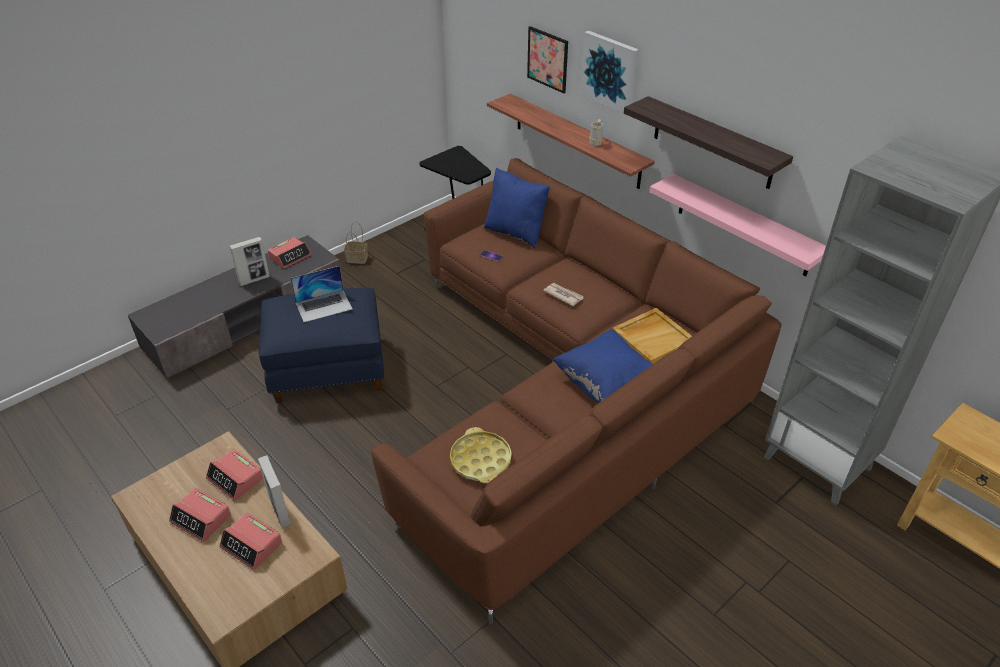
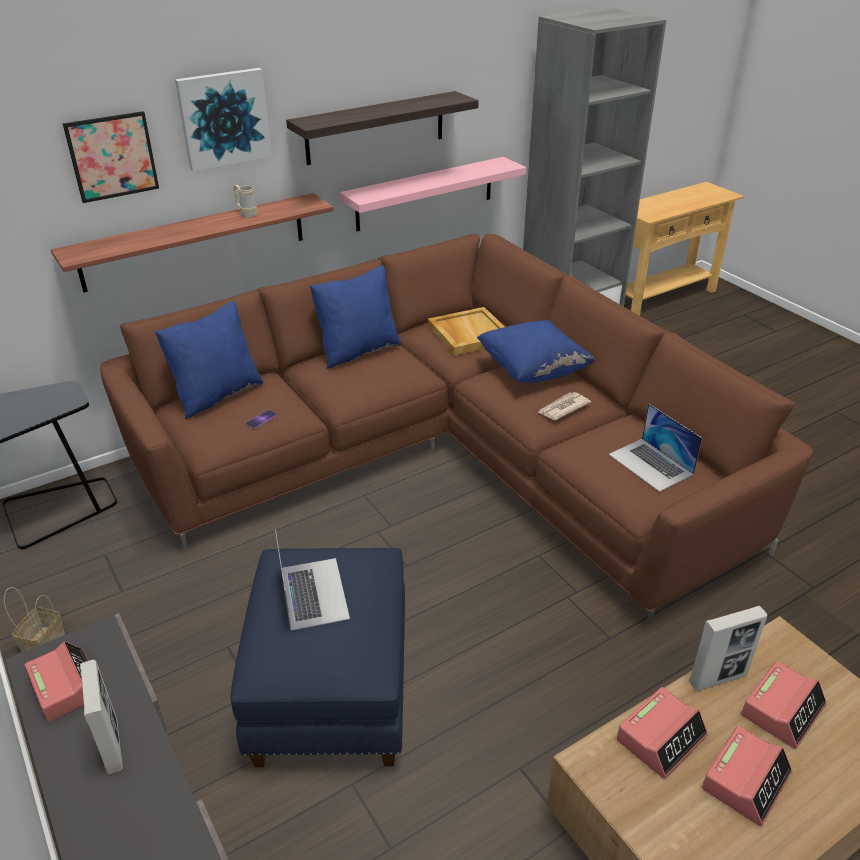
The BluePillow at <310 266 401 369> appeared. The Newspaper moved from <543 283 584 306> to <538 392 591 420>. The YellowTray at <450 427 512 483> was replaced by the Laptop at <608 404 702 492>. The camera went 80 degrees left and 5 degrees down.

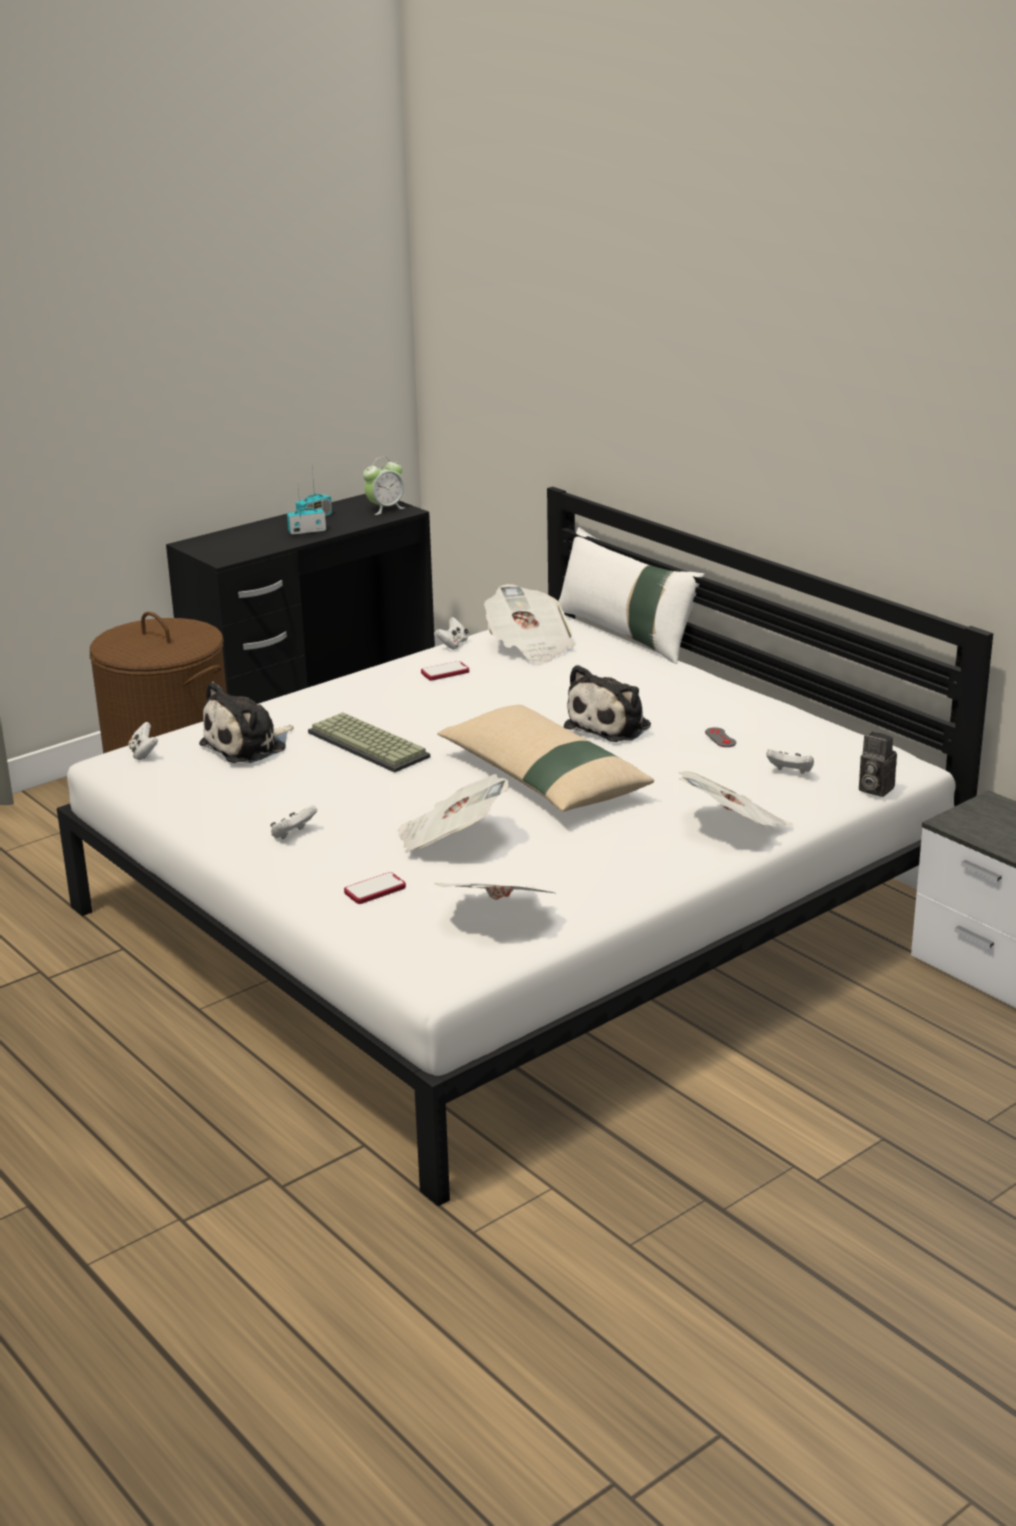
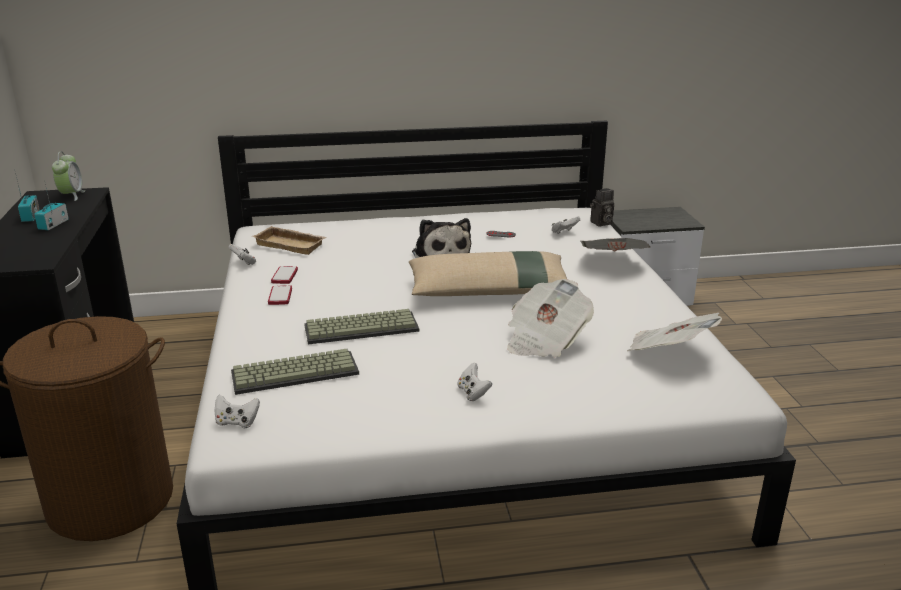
The PlushToy at <199 681 294 763> was replaced by the Keyboard at <231 349 359 395>. The Newspaper at <484 584 575 665> was replaced by the BeigeTray at <252 226 326 255>. The Phone moved from <344 872 406 904> to <268 285 292 305>. The WhitePillow at <558 527 705 664> disappeared. The camera went 60 degrees left and 0 degrees up.

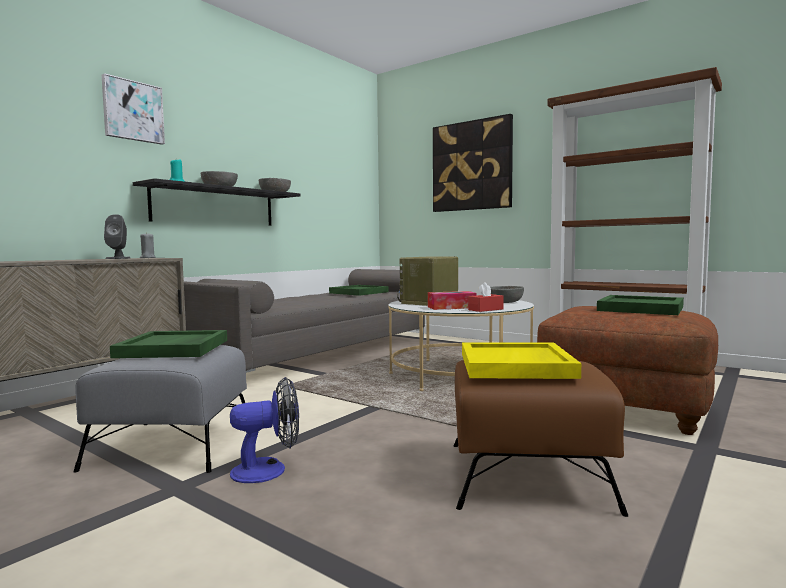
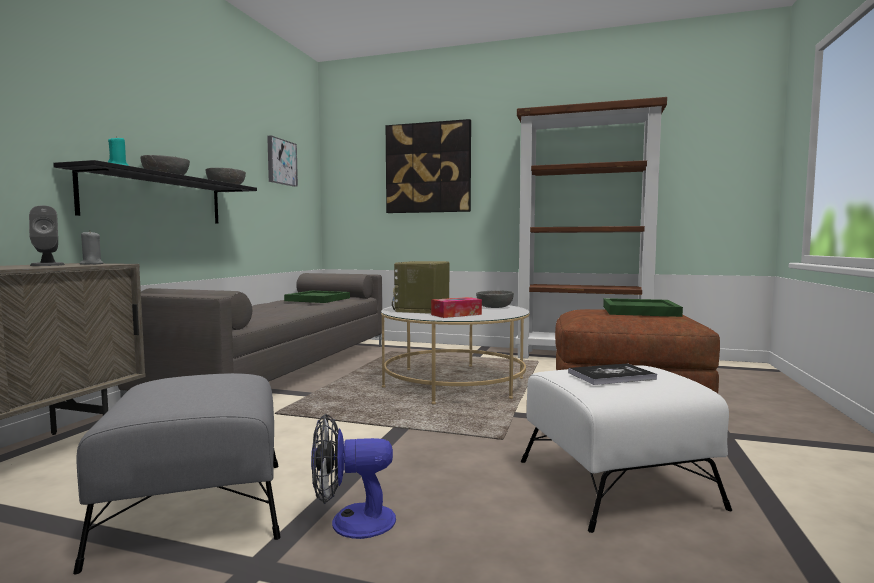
The Picture moved from <102 73 165 145> to <267 135 298 187>. The Fan at <230 377 299 483> turned 150 degrees counterclockwise. The BrownOttoman at <454 360 628 517> became the WhiteOttoman at <521 365 732 533>. The YellowTray at <462 342 581 379> was replaced by the Book at <568 363 657 385>. The GreenTray at <110 330 227 358> disappeared. The RedTissueBox at <468 282 504 312> disappeared. The camera went 20 degrees left and 0 degrees up.

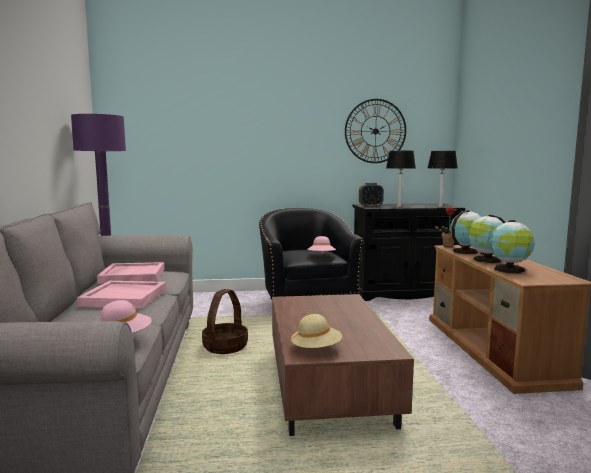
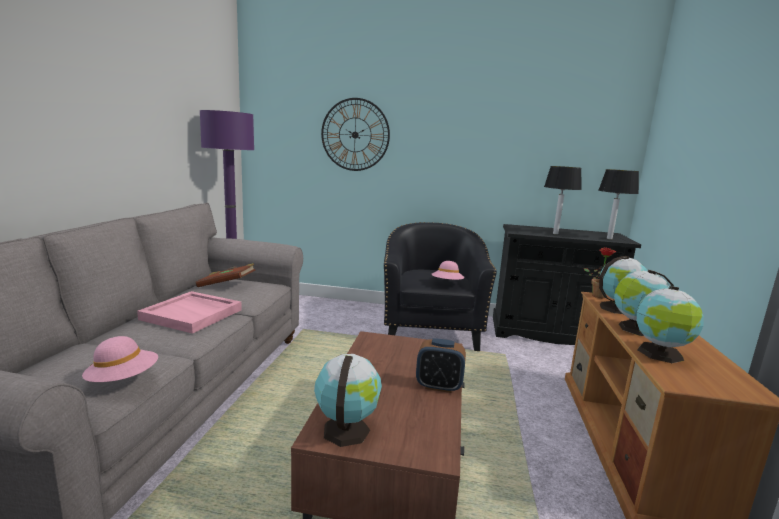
The PinkTray at <97 262 165 284> was replaced by the BrownBook at <196 263 256 287>. The BeigeHat at <290 314 342 350> was replaced by the Globe at <314 354 382 447>. The WallClock moved from <345 99 406 163> to <321 98 390 171>. The AlarmClock moved from <359 183 384 208> to <416 339 466 393>. The Basket at <202 289 248 354> disappeared. The camera went 15 degrees right and 5 degrees up.

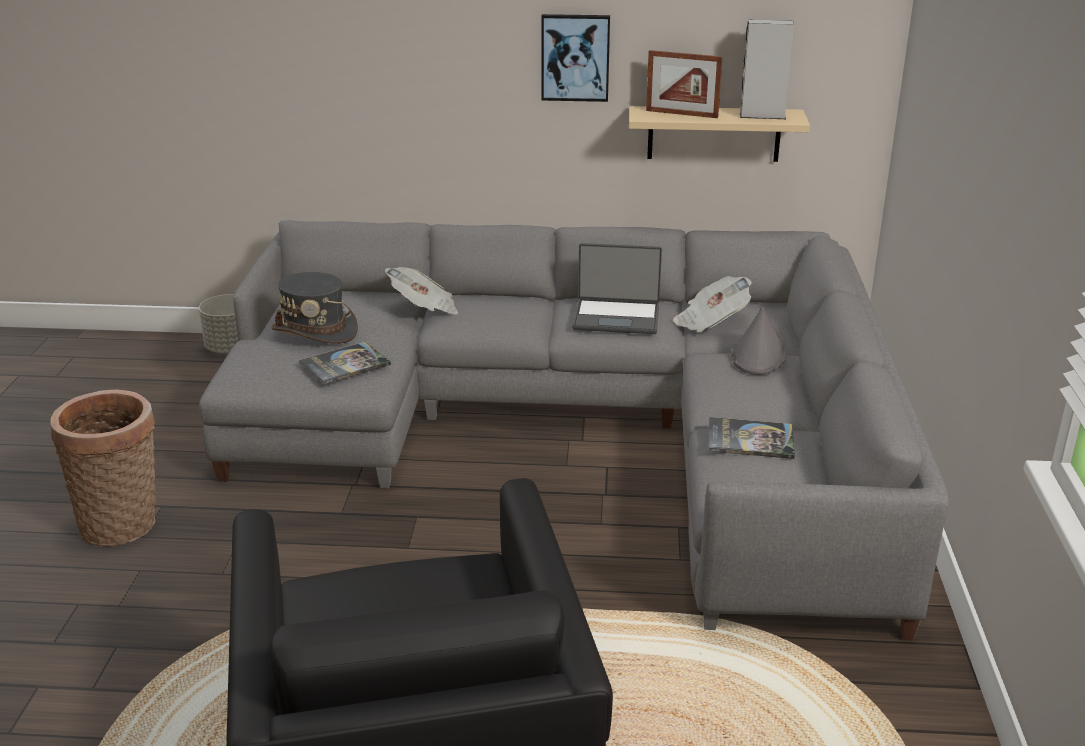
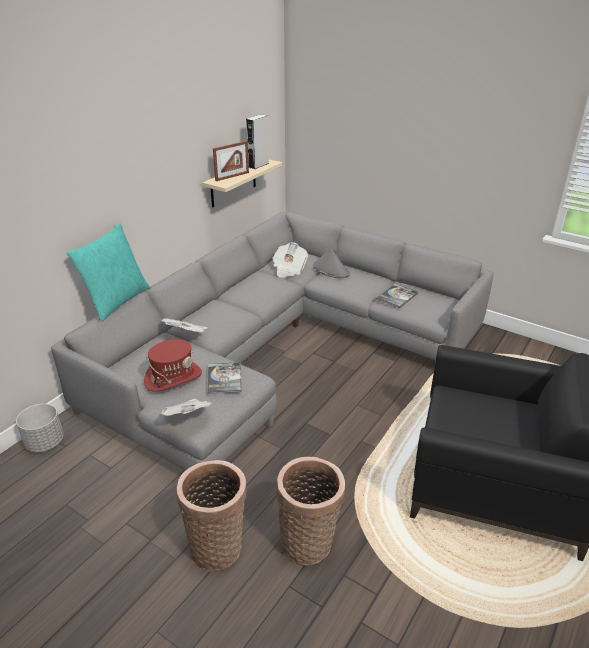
The TurquoisePillow at <67 223 150 322> appeared. The GreyHat at <271 272 358 344> became the RedHat at <144 339 202 392>. The Newspaper at <161 399 211 416> appeared. The Basket at <276 457 345 566> appeared. The Picture at <542 14 610 102> disappeared. The Laptop at <572 243 662 334> disappeared. The camera went 60 degrees left and 5 degrees up.

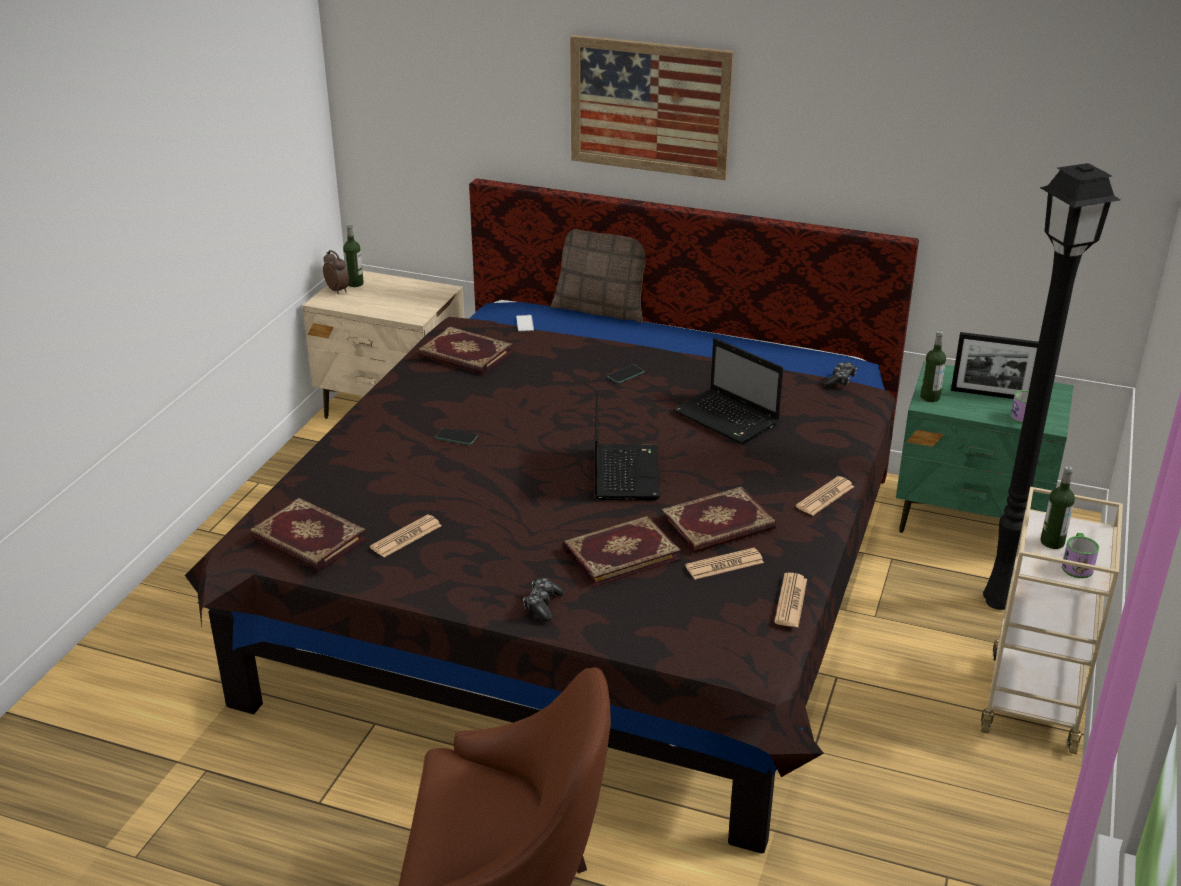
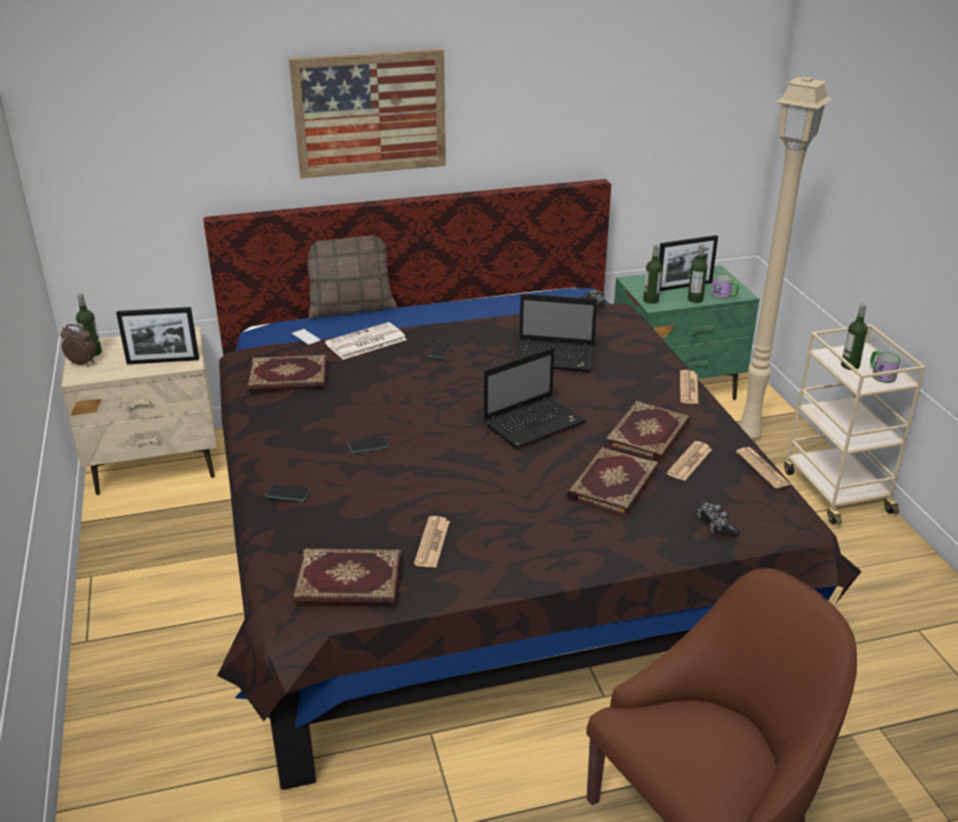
The PictureFrame at <116 307 199 364> appeared. The Phone at <265 484 310 501> appeared. The Newspaper at <325 322 407 360> appeared. The Laptop at <595 391 660 500> turned 90 degrees clockwise. The Bottle at <688 244 707 303> appeared. The GameController moved from <523 578 564 621> to <698 502 739 537>. The BlackFloorLamp at <983 163 1120 610> became the BeigeFloorLamp at <739 77 832 441>. The camera went 35 degrees left and 0 degrees up.

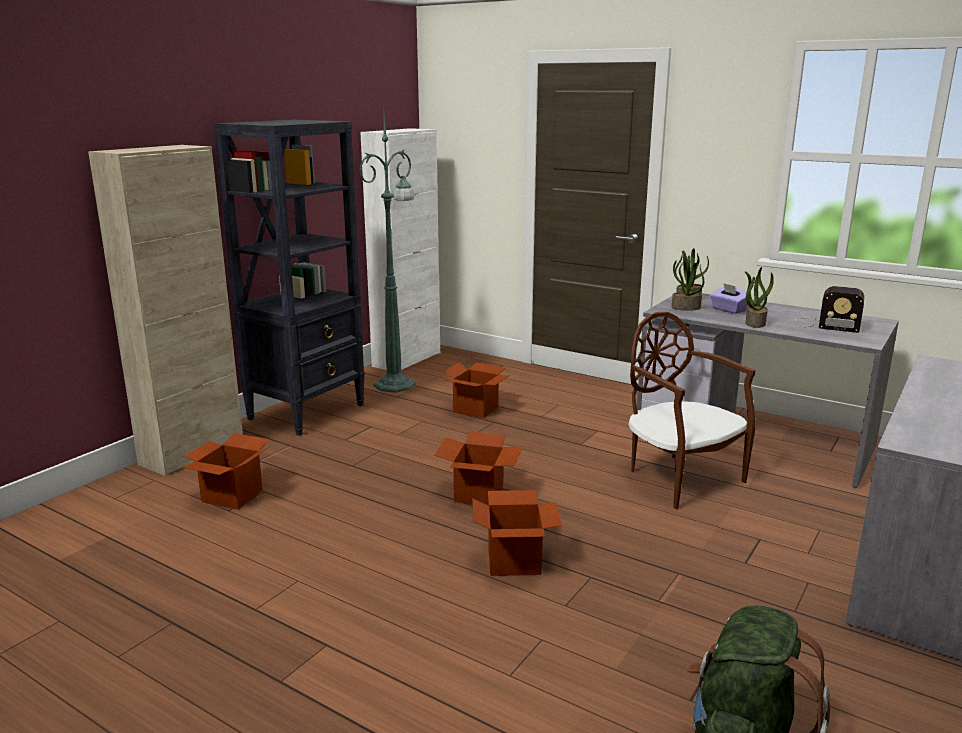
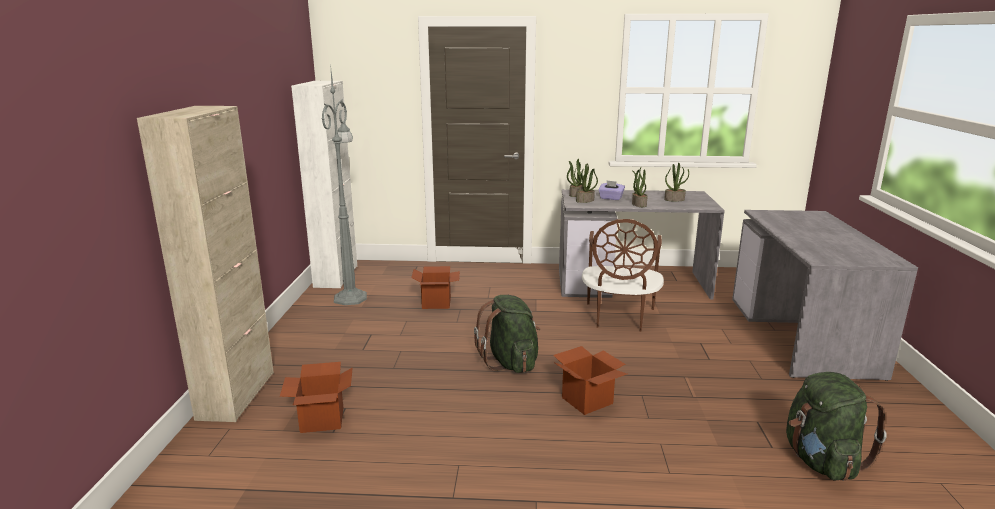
The GreenFloorLamp at <359 115 415 393> became the GreyFloorLamp at <322 63 367 305>. The CardboardBox at <434 431 523 506> was replaced by the GreenBackpack at <474 295 540 373>. The BrownChair at <629 312 756 509> turned 105 degrees counterclockwise. The Radio at <794 286 864 333> was replaced by the PottedPlant at <664 163 689 202>. The BlackBookcase at <213 120 365 436> disappeared. The camera went 30 degrees left and 0 degrees up.

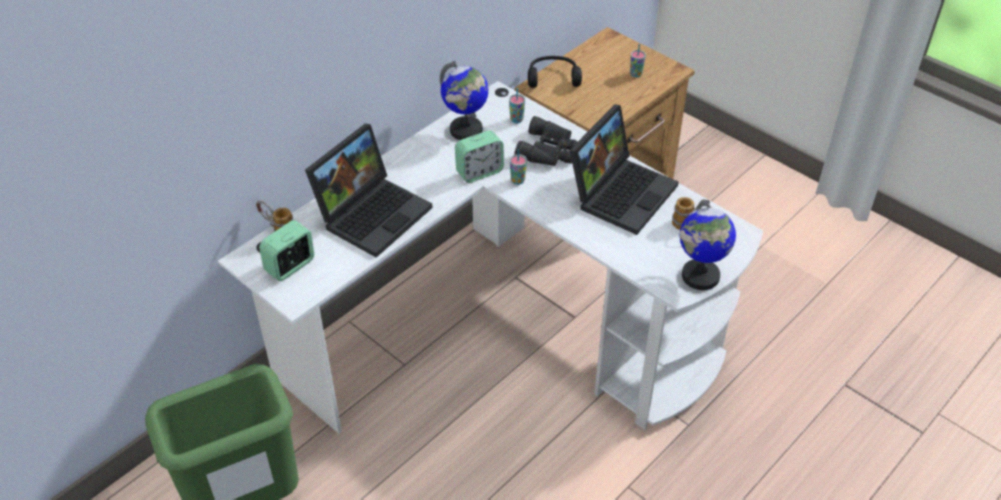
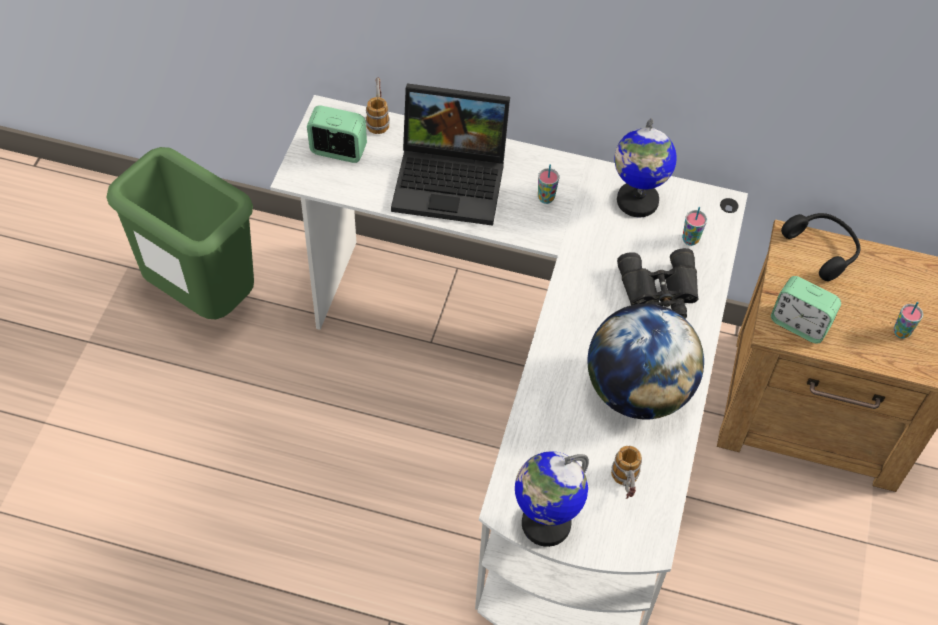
The Cup moved from <510 148 527 185> to <538 164 559 204>. The Laptop at <570 104 679 235> was replaced by the Globe at <587 304 704 419>. The AlarmClock moved from <455 130 504 183> to <771 276 841 344>. The camera went 60 degrees right and 10 degrees up.

